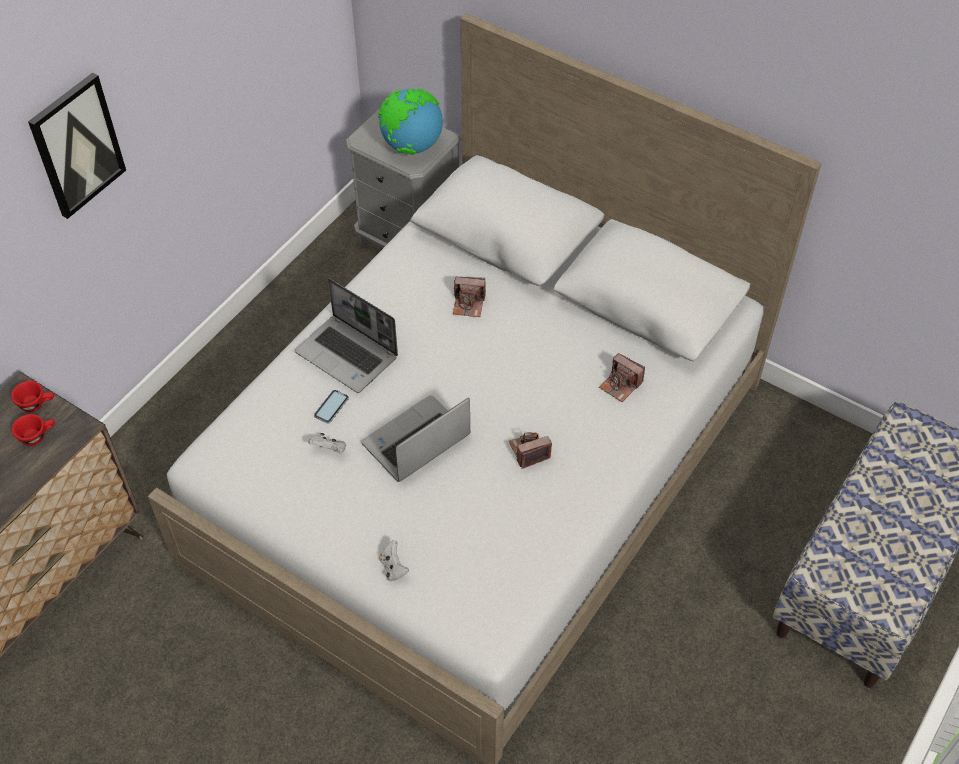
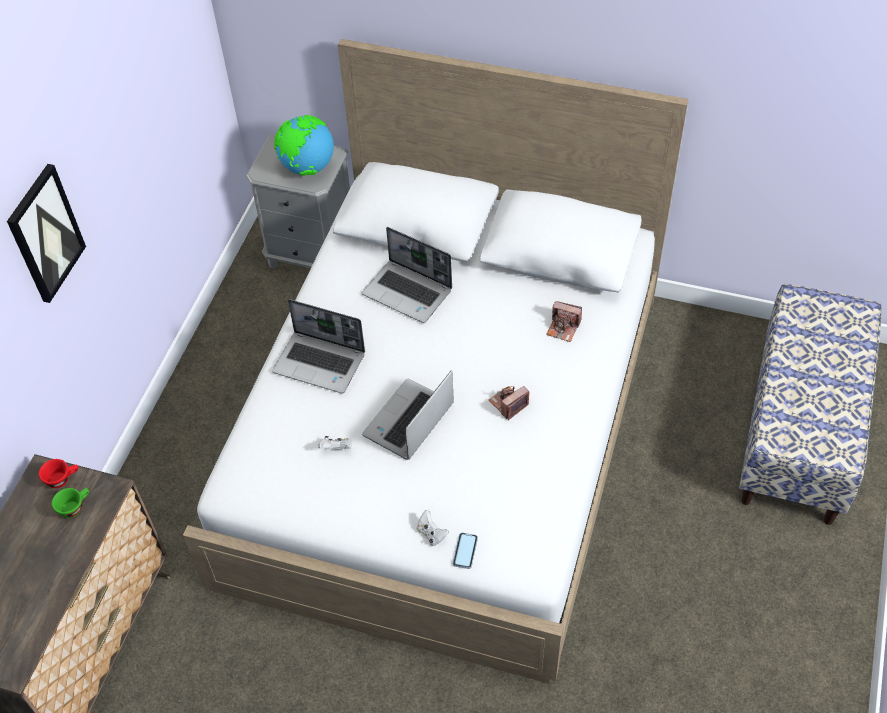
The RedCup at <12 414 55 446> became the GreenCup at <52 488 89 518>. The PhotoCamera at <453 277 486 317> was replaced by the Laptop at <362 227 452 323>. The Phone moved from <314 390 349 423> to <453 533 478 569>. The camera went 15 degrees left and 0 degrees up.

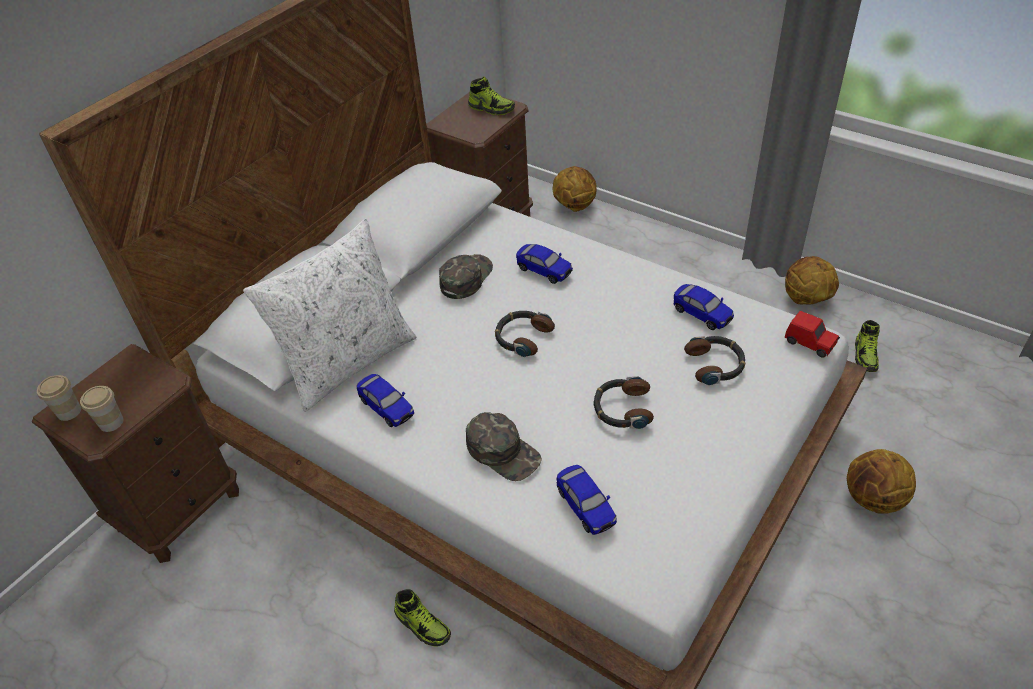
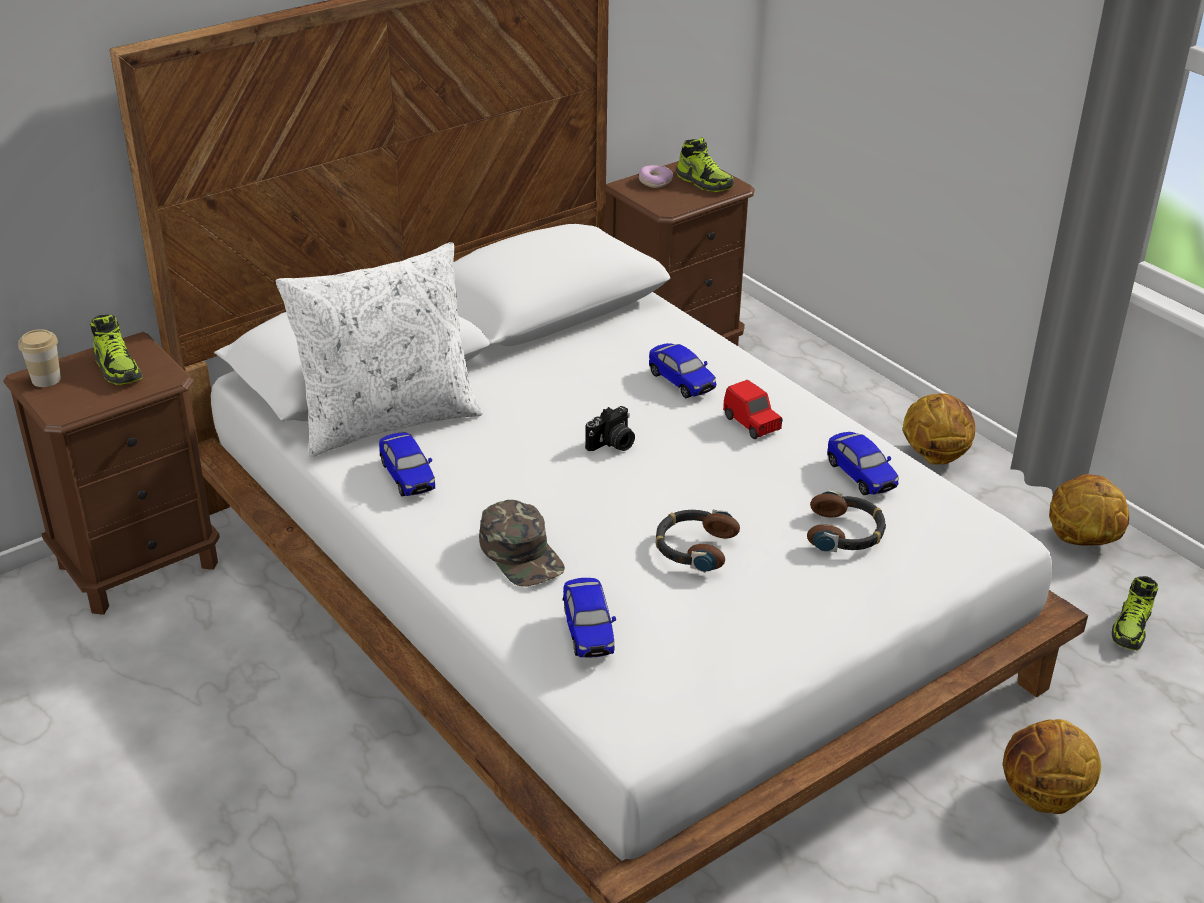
The Shoe moved from <394 589 451 647> to <90 315 142 385>. The Headphones at <495 311 555 357> was replaced by the PhotoCamera at <585 406 635 451>. The Donut at <639 165 673 188> appeared. The RedToyCar moved from <785 311 840 358> to <723 380 783 439>. The Basketball moved from <553 166 597 212> to <903 393 975 465>. The Cup at <80 386 124 432> disappeared. The GreenCap at <439 254 493 299> disappeared. The camera went 15 degrees right and 10 degrees down.

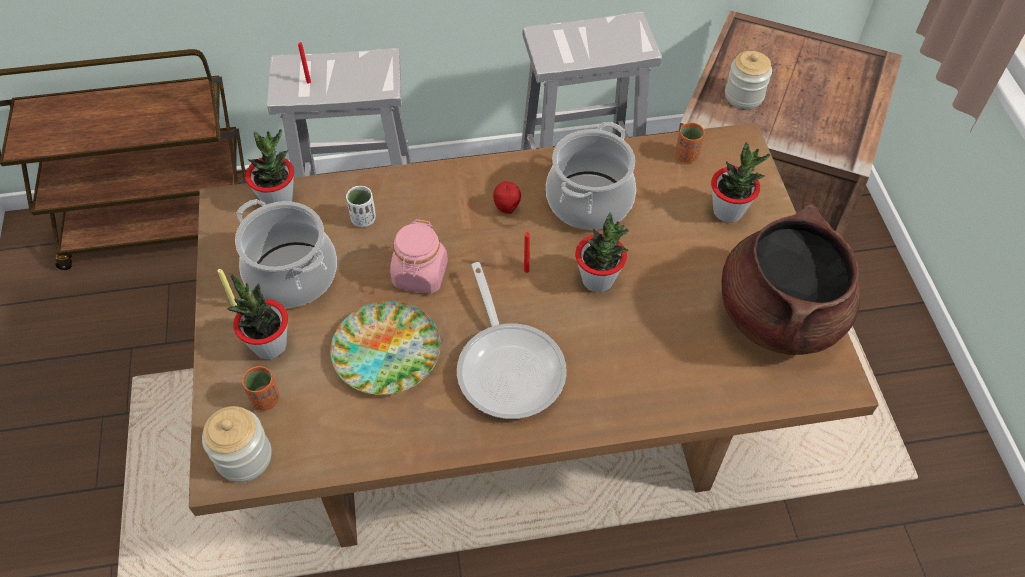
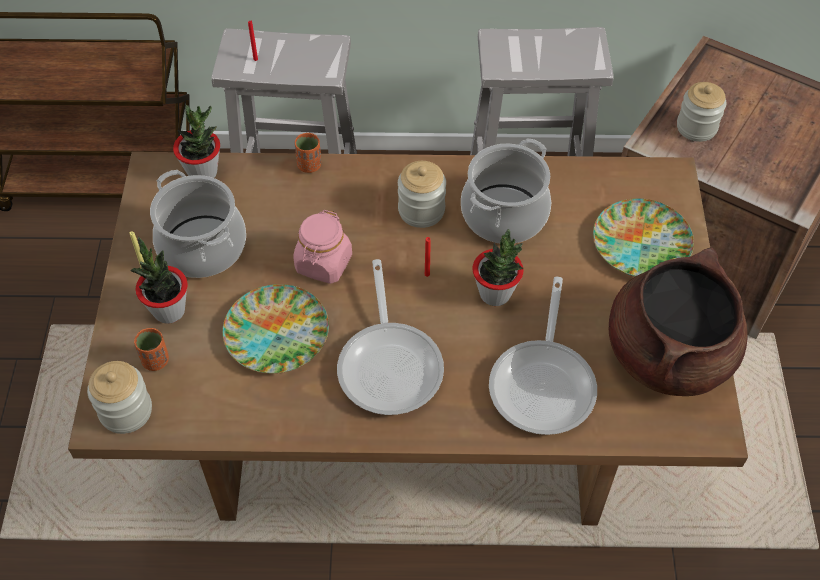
The OrangeCup moved from <675 122 705 163> to <295 133 321 173>. The Apple at <493 182 521 214> was replaced by the Jar at <398 161 446 228>. The FryingPan at <489 277 597 435> appeared. The PottedPlant at <711 142 770 223> was replaced by the Plate at <593 198 694 277>. The WhiteCup at <346 186 376 227> disappeared. The camera went 10 degrees right and 0 degrees up.

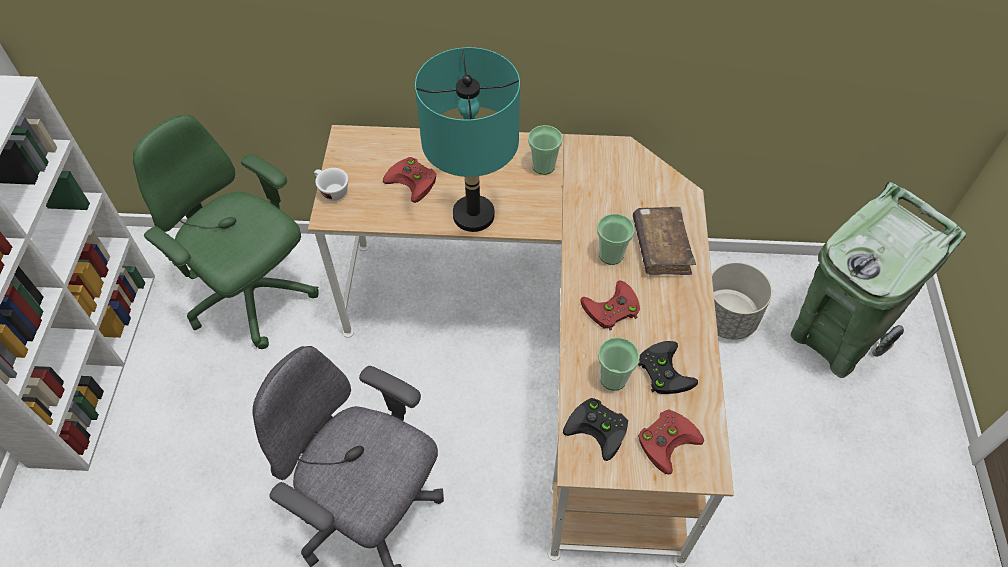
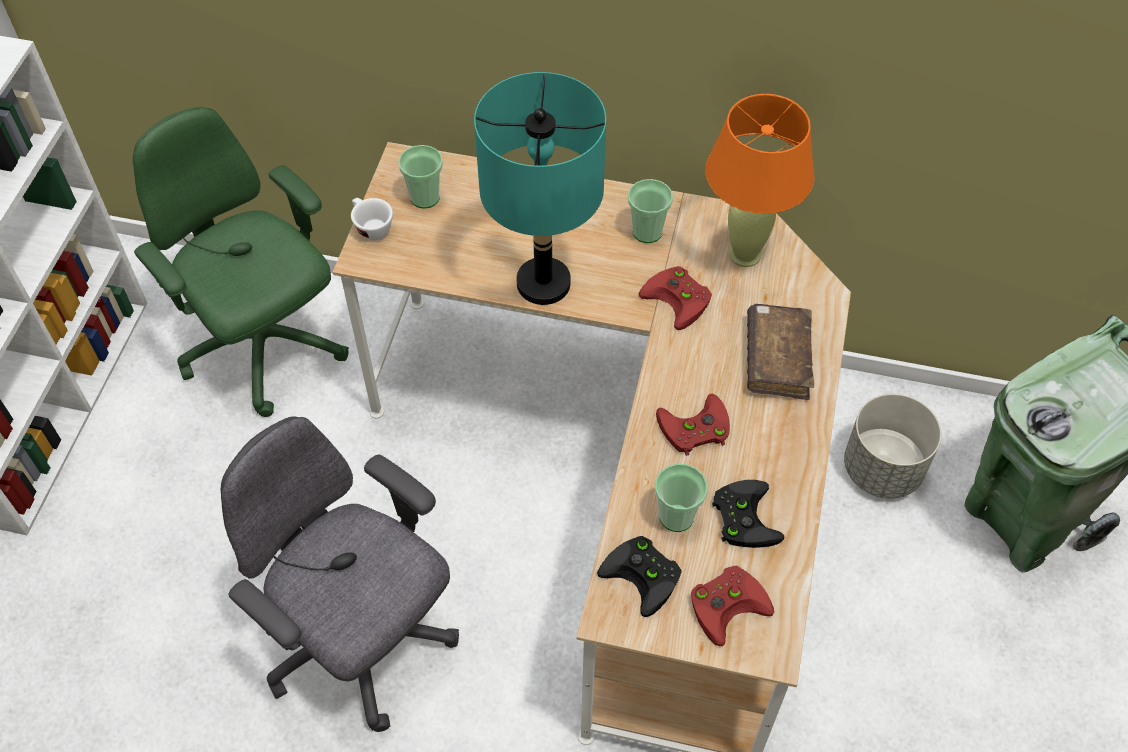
The Cup moved from <597 214 635 265> to <398 145 443 209>. The RedGameController moved from <383 157 436 203> to <639 266 712 330>. The OrangeTableLamp at <705 94 815 267> appeared. The camera went 10 degrees right and 0 degrees up.

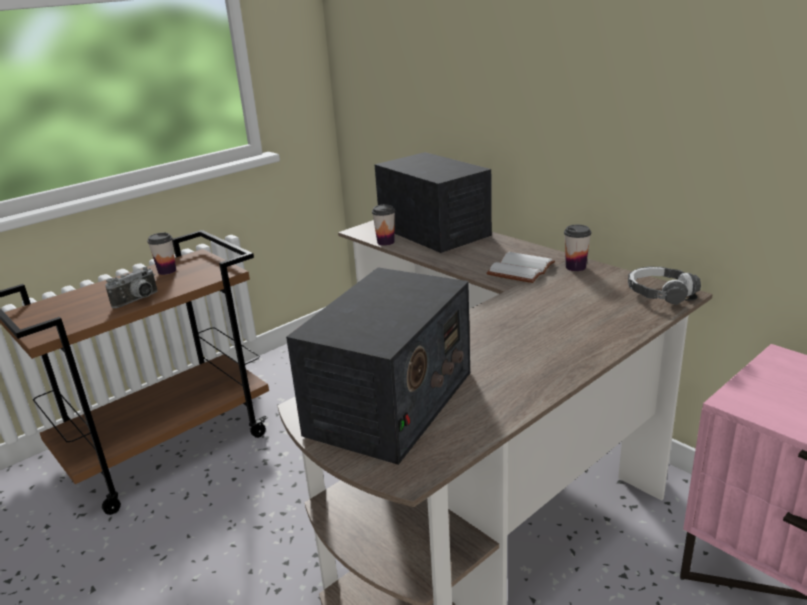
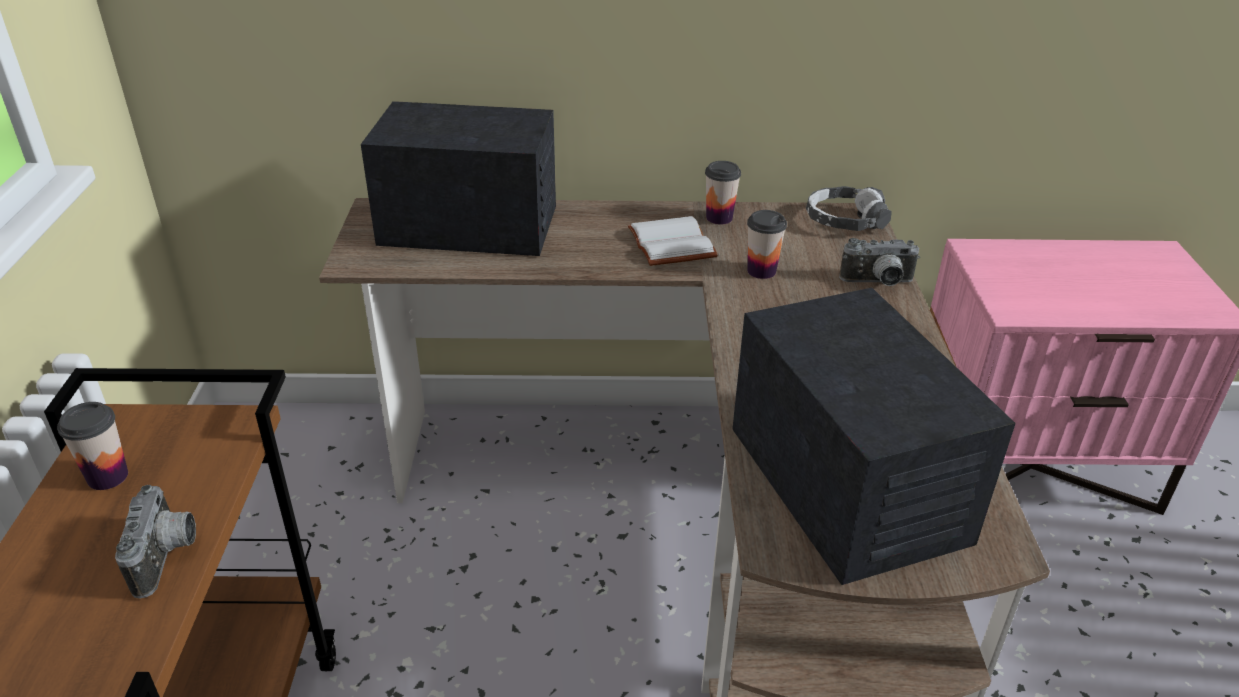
The Cup moved from <372 205 395 246> to <747 210 787 279>. The PhotoCamera at <839 238 920 286> appeared. The camera went 50 degrees left and 10 degrees up.

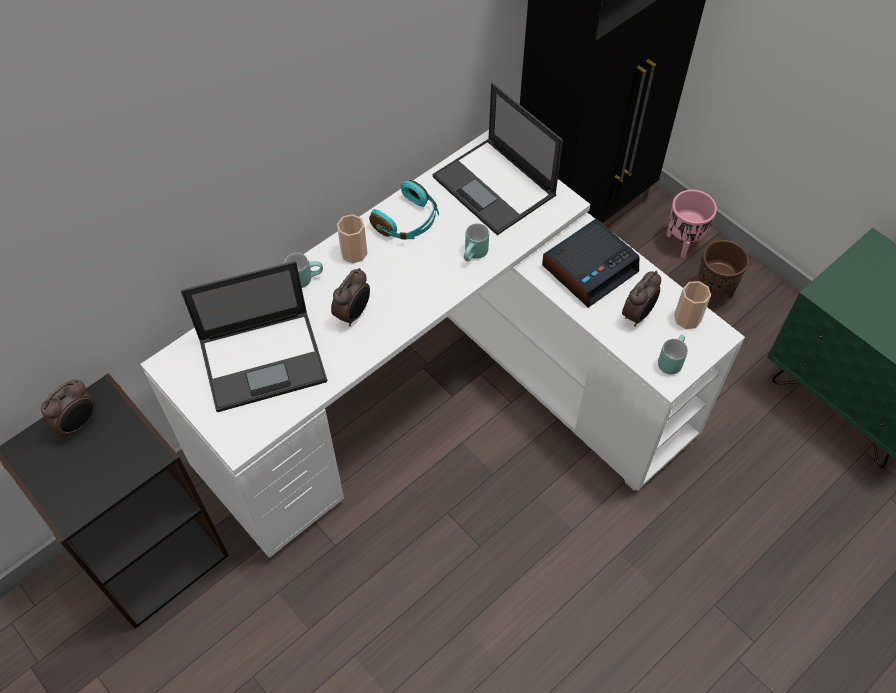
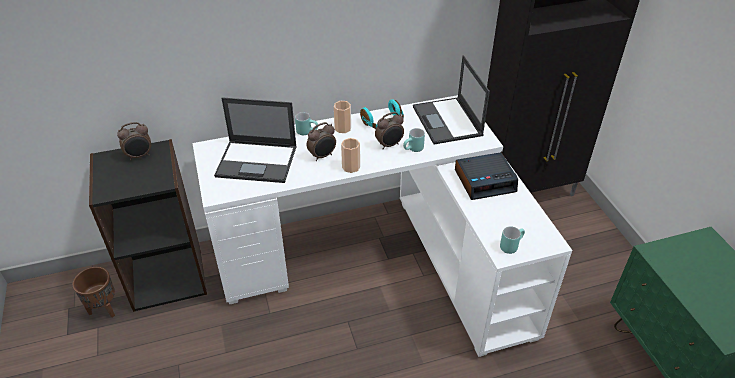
The BrownPlanter moved from <698 240 749 298> to <72 267 115 318>. The Cup moved from <674 281 711 329> to <341 138 360 173>. The AlarmClock moved from <622 271 661 327> to <375 112 404 149>. The PinkPlanter at <666 190 717 258> disappeared. The camera went 25 degrees right and 15 degrees down.

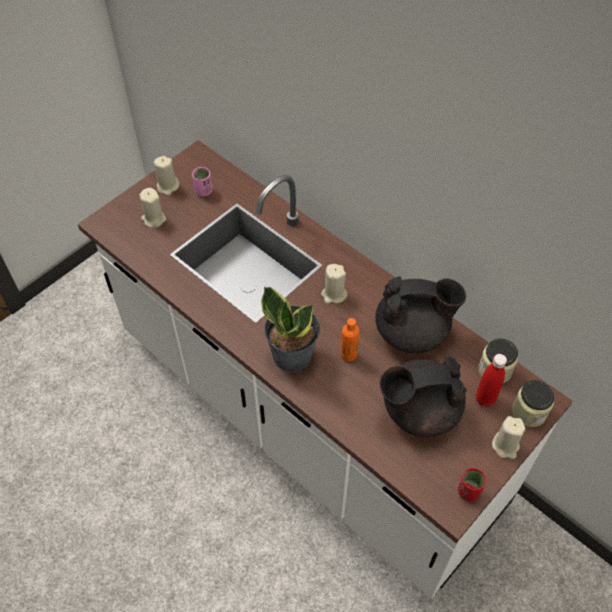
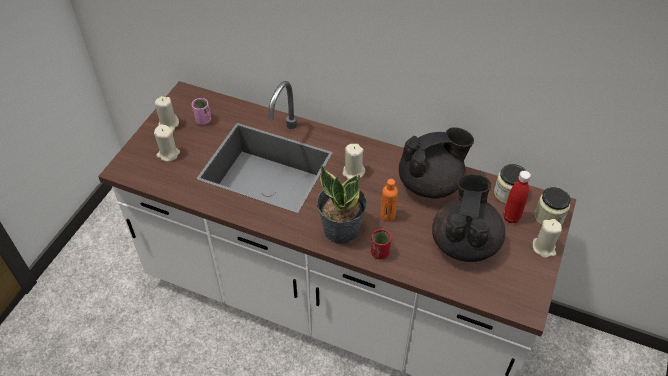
The RedCup moved from <458 468 486 501> to <371 229 391 259>. The BlackTeapot at <380 356 467 437> turned 135 degrees clockwise. The camera went 20 degrees left and 5 degrees down.

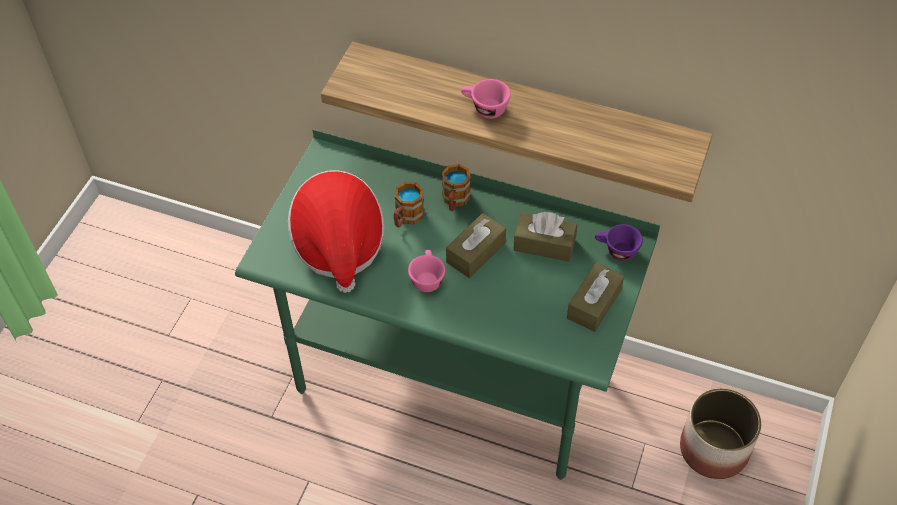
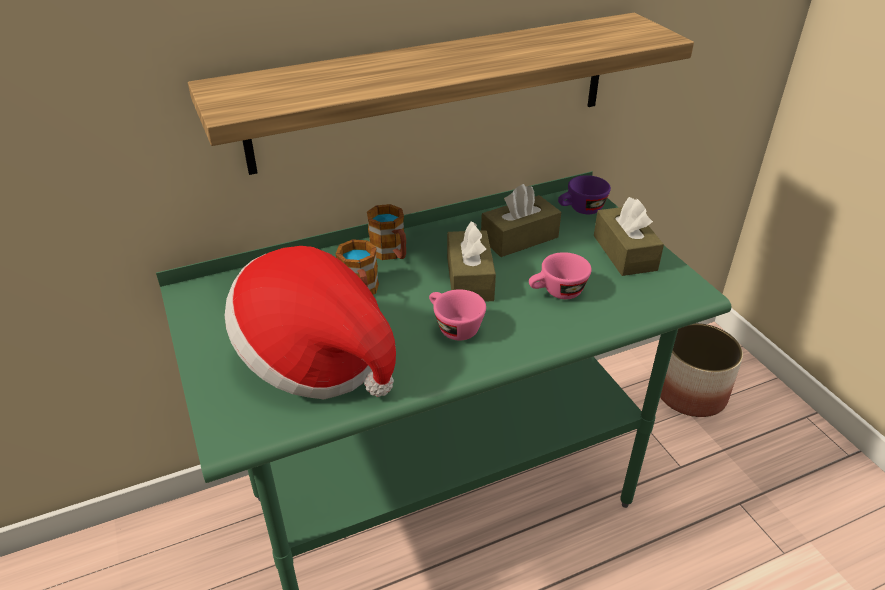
The PinkCup moved from <461 79 511 119> to <529 252 592 299>. The camera went 45 degrees left and 15 degrees down.

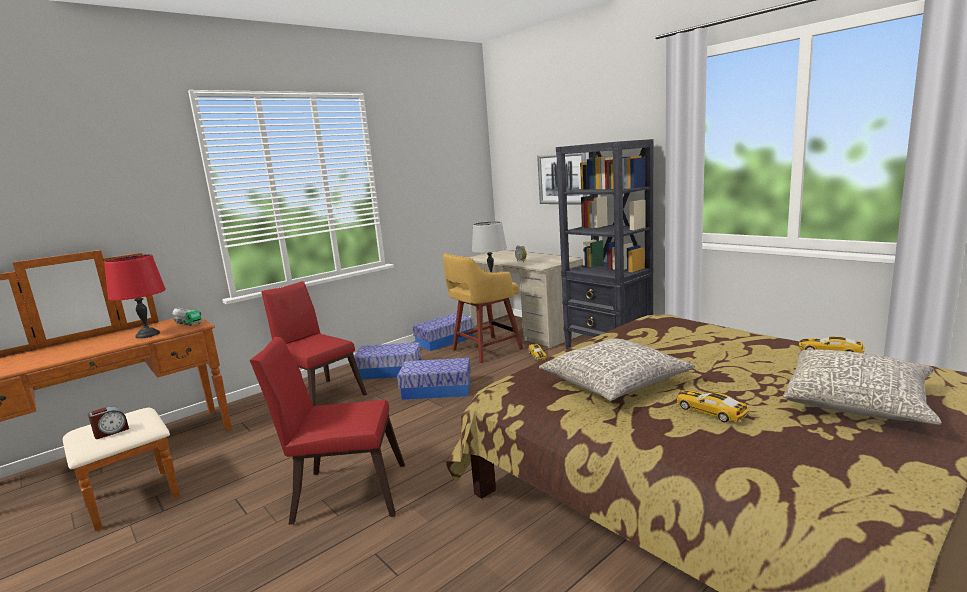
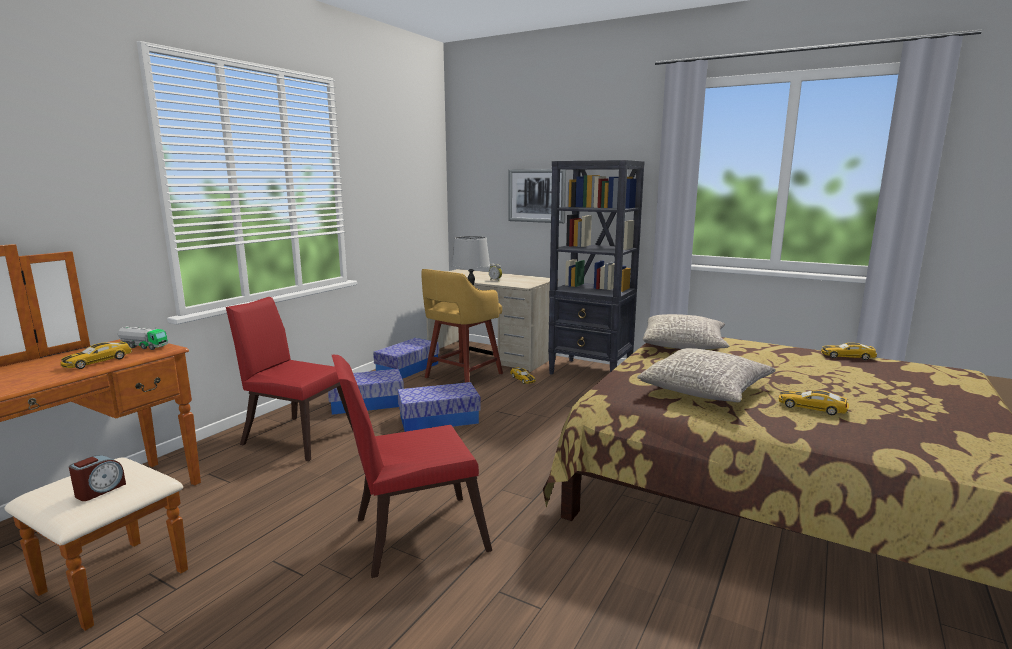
The RedTableLamp at <104 254 166 339> was replaced by the ToyCar at <60 341 132 369>. The GreyPillow moved from <783 350 942 425> to <643 314 729 349>. The camera went 20 degrees left and 0 degrees up.

